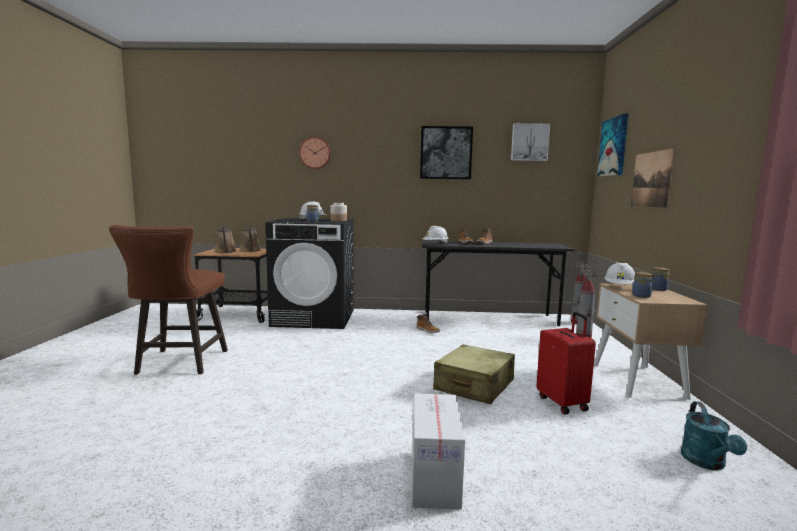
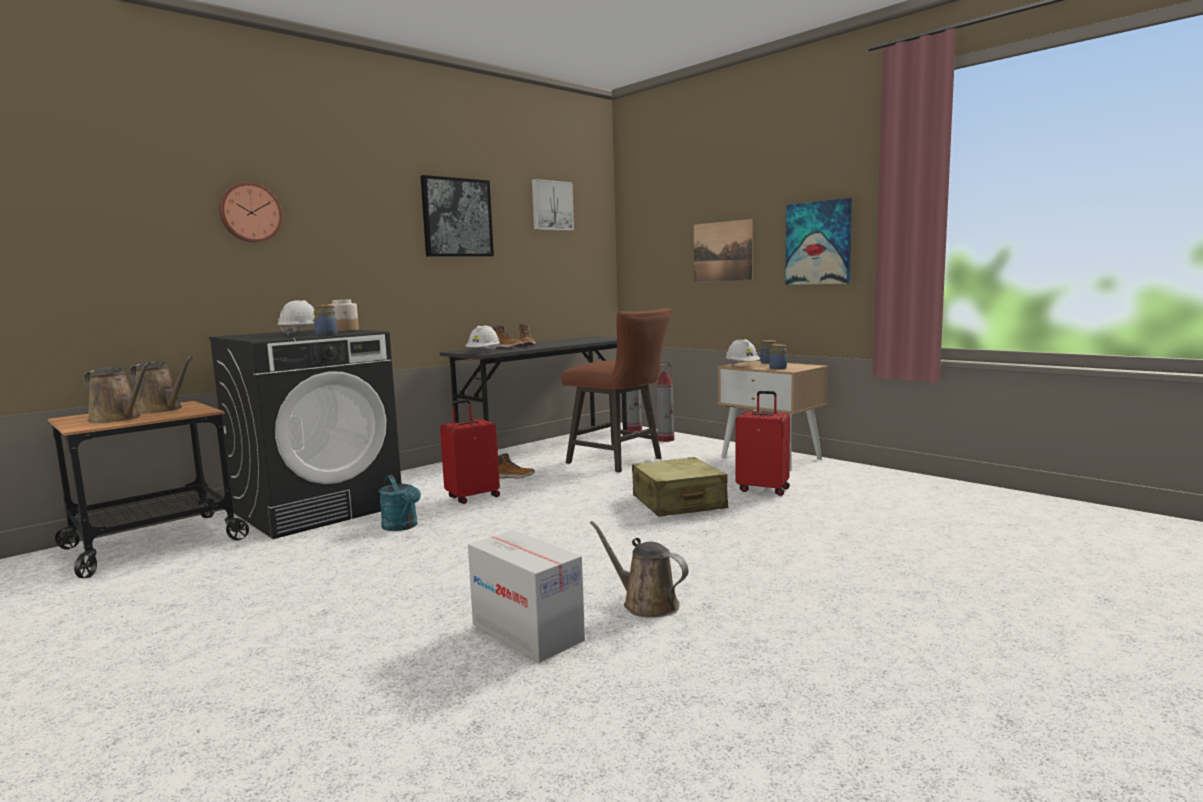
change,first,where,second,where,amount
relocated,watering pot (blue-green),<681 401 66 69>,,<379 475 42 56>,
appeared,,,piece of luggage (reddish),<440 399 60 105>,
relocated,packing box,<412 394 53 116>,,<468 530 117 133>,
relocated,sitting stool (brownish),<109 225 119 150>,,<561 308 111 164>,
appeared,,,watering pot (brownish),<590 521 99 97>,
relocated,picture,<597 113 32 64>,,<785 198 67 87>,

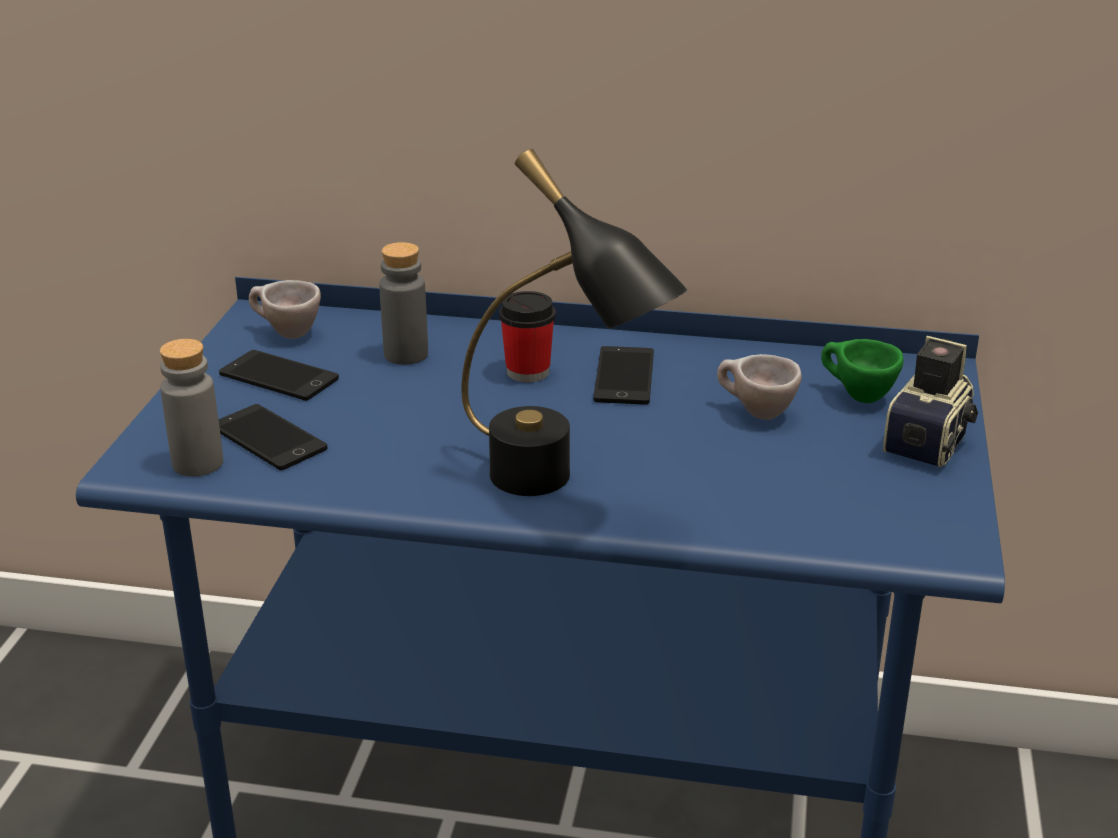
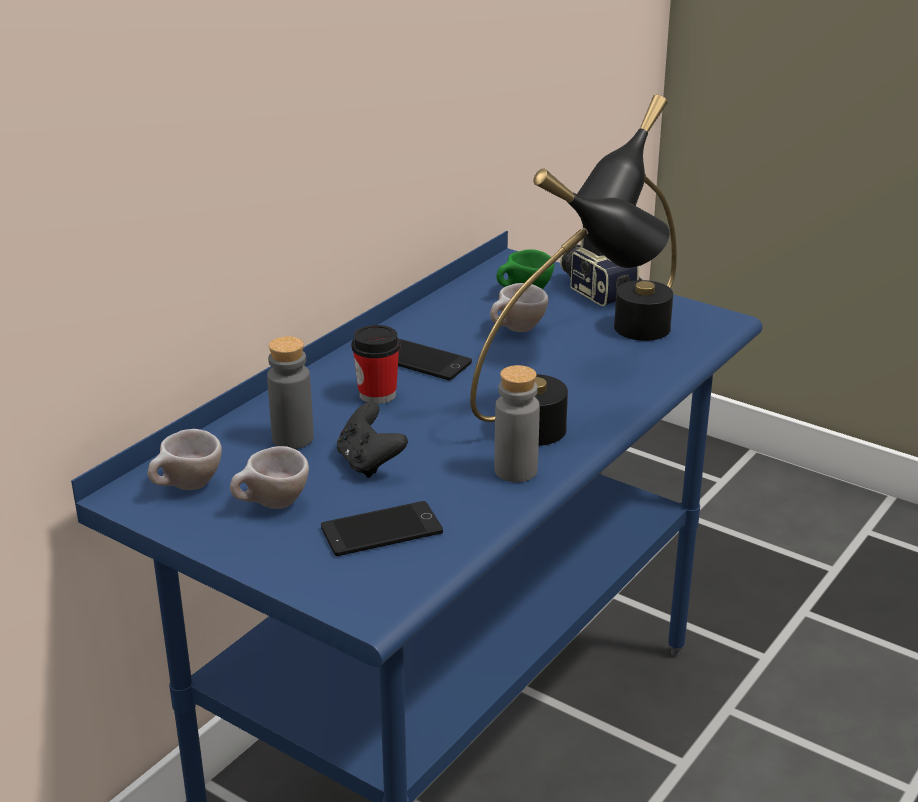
change,first,where,second,where,amount
exchanged,handset,<219 350 120 51>,drinking cup (beige),<230 446 79 63>,
appeared,,,joypad (black),<337 402 71 76>,
relocated,bottle (greyish),<160 339 63 137>,,<494 365 46 117>,
appeared,,,tabletop lamp (black),<577 95 100 246>,

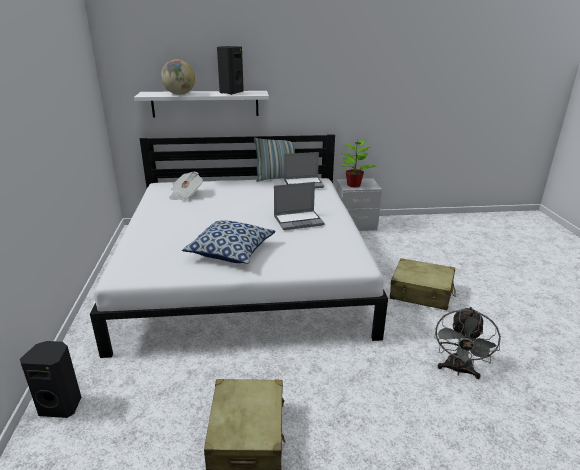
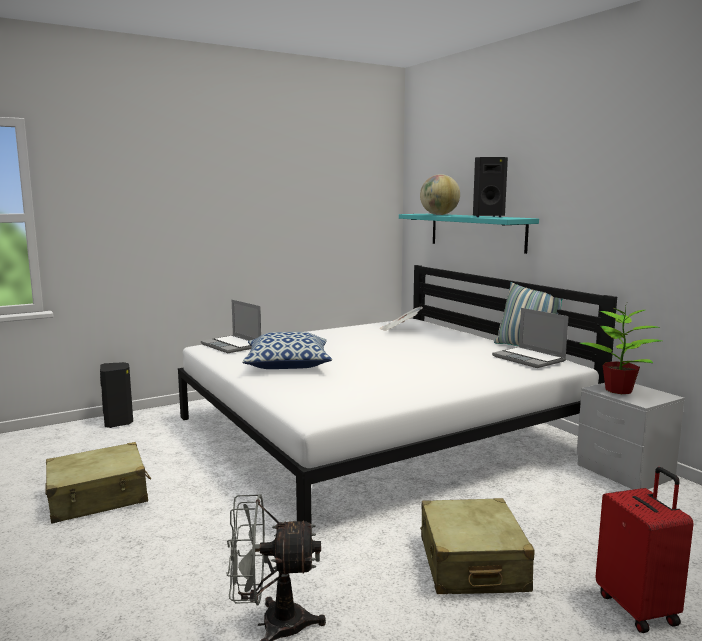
change,first,where,second,where,amount
relocated,laptop,<274 182 51 48>,,<201 300 60 53>,
colour,shelf (white),<134 91 135 26>,shelf (blue-green),<399 214 140 40>,
appeared,,,piece of luggage (reddish),<596 467 98 166>,

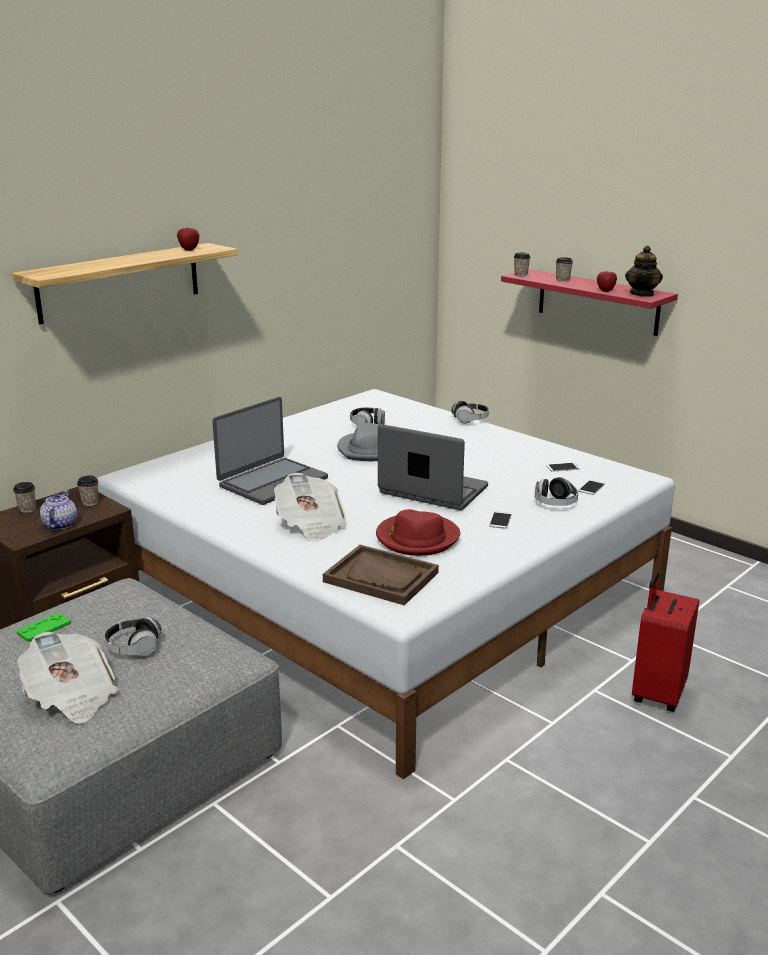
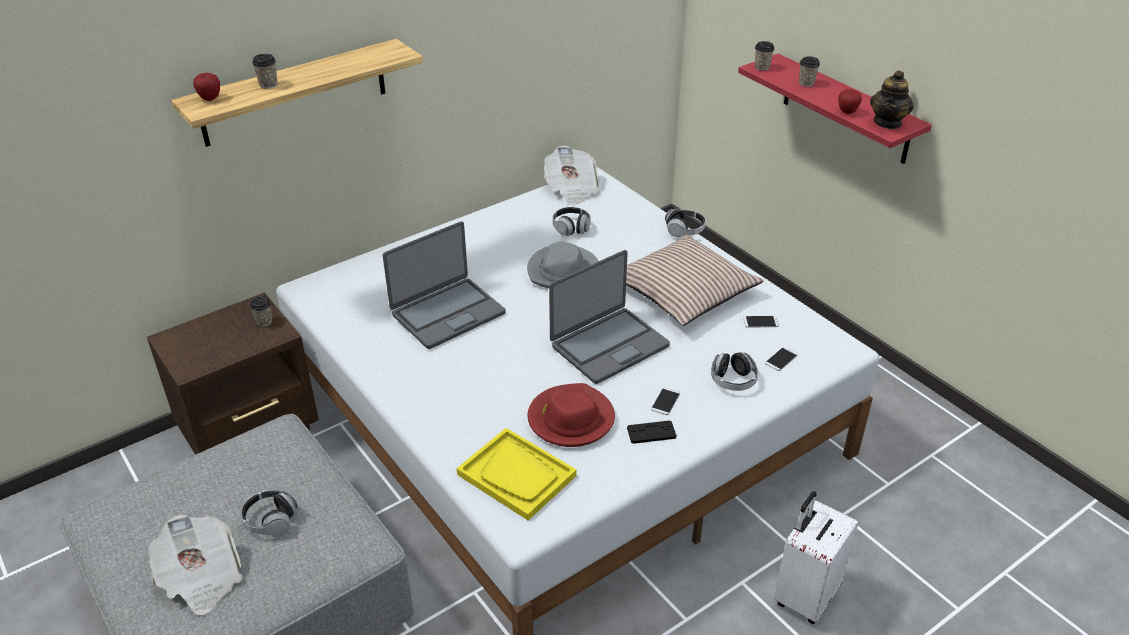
change,first,where,second,where,amount
relocated,apple fruit,<177 227 23 24>,,<193 73 27 28>,
relocated,drinking cup,<13 482 23 31>,,<252 54 25 35>,
colour,serving tray (brownish),<323 545 116 61>,serving tray (yellowish),<457 428 120 92>,
relocated,newspaper,<274 473 73 69>,,<544 145 56 61>,
spun,laptop,<378 424 110 86>,,<549 250 121 134>,105 degrees clockwise
appeared,,,pillow,<626 235 138 91>,
appeared,,,joypad (black),<627 420 49 24>,
colour,piece of luggage (reddish),<632 572 67 140>,piece of luggage (white),<774 491 85 133>,
missing,joypad (green),<17 613 54 29>,,,
missing,tea pot,<40 490 37 40>,,,

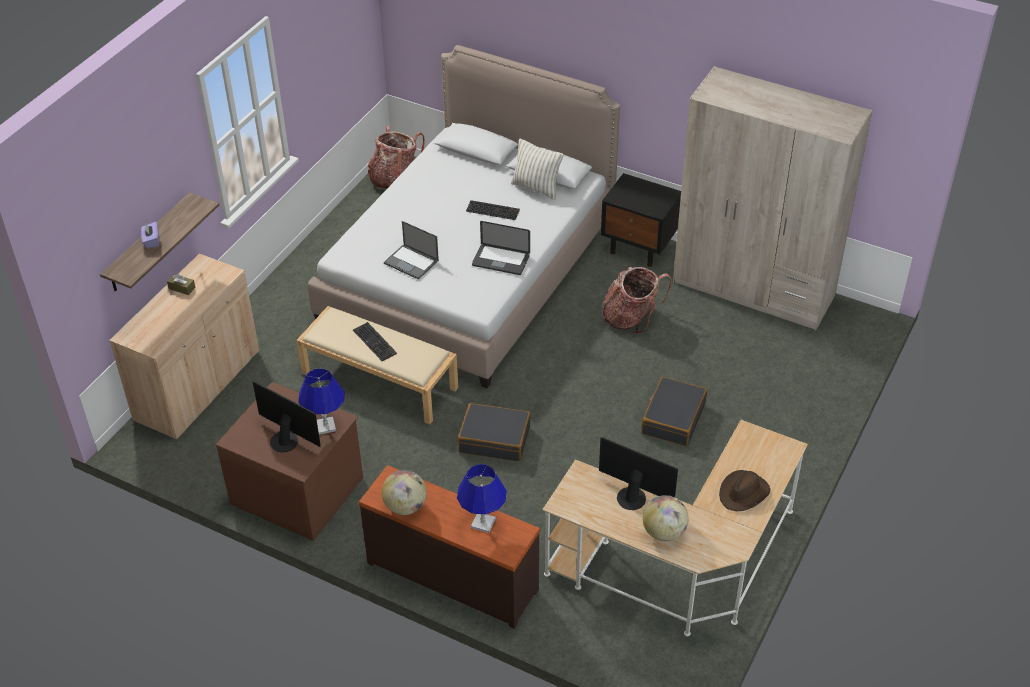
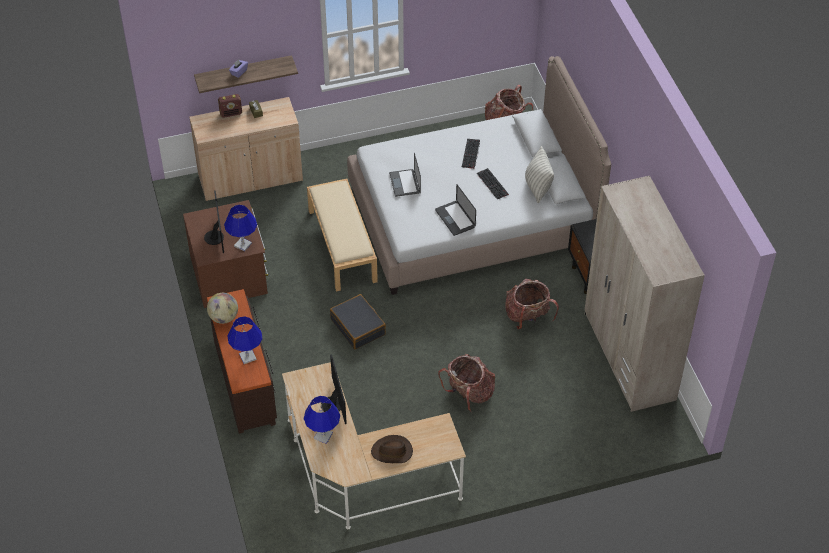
change,first,where,second,where,amount
appeared,,,radio receiver,<218 94 24 24>,
exchanged,world globe,<643 495 46 46>,tabletop lamp (blue),<304 396 36 48>,
exchanged,piece of luggage (black),<641 377 66 69>,rucksack,<438 354 57 58>,
relocated,computer keyboard,<353 322 44 39>,,<462 139 18 30>,

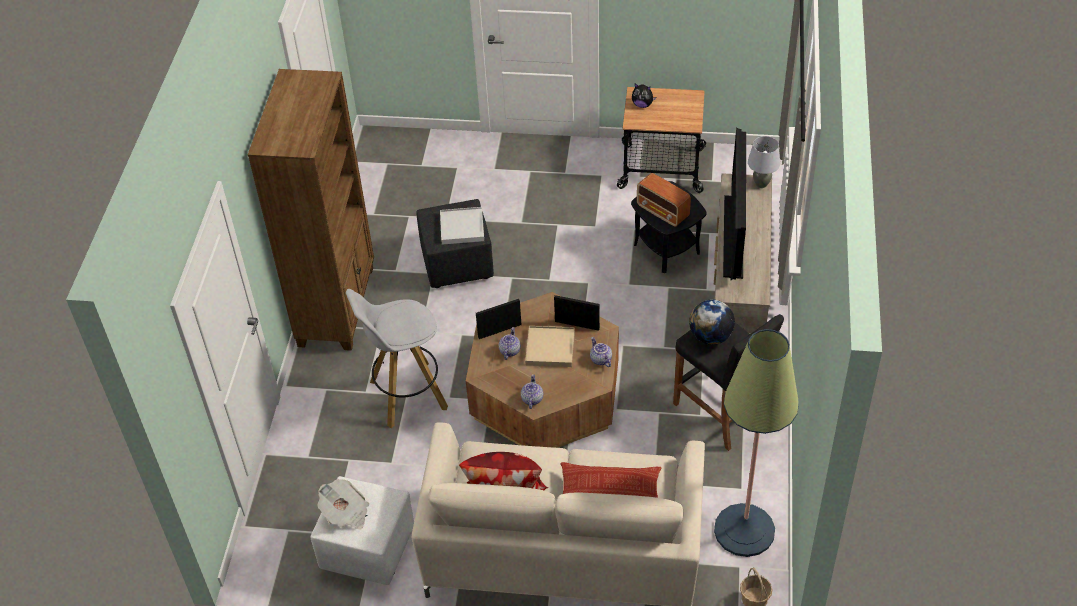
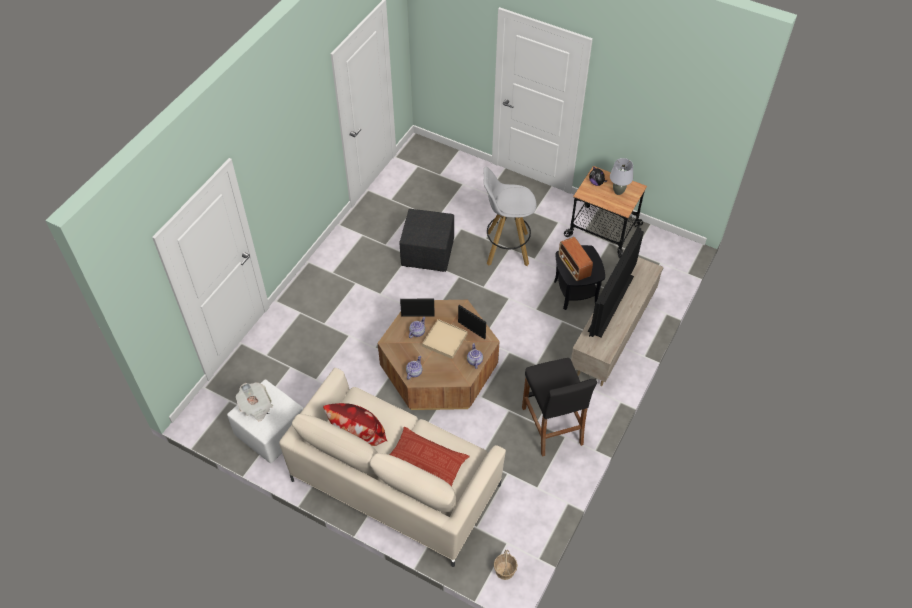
change,first,where,second,where,amount
relocated,sitting stool (white),<346 289 102 139>,,<483 167 54 99>,
relocated,tabletop lamp (greyish),<748 136 32 52>,,<610 158 23 37>,
missing,shelving unit (brownish),<248 69 126 282>,,,
missing,serving tray (white),<440 207 44 38>,,,
missing,world globe,<689 299 46 46>,,,
missing,floor lamp,<714 329 85 228>,,,

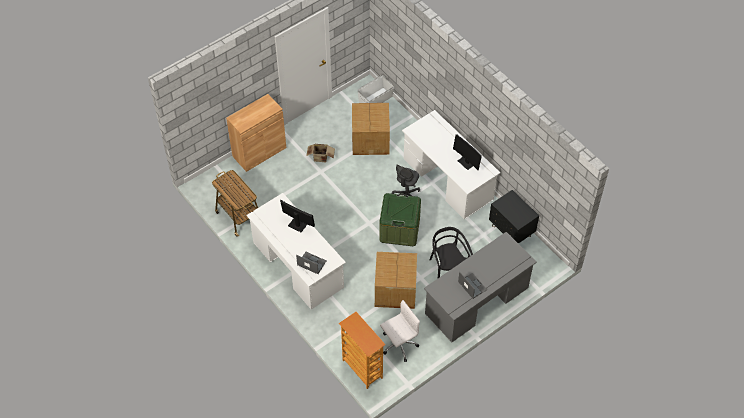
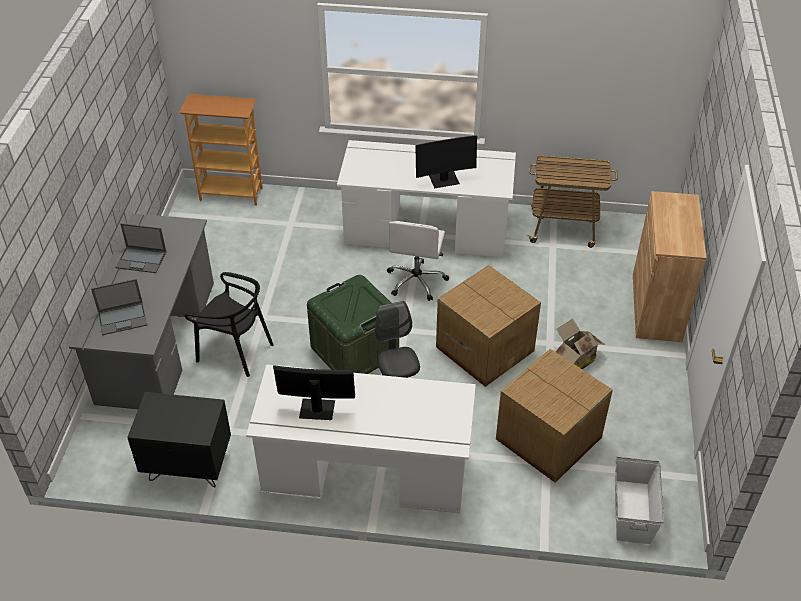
change,first,where,second,where,amount
relocated,laptop,<296 252 31 22>,,<91 279 56 56>,
relocated,computer chair (white),<380 300 40 62>,,<387 221 62 80>,
relocated,packing box,<375 252 42 57>,,<436 265 105 122>,

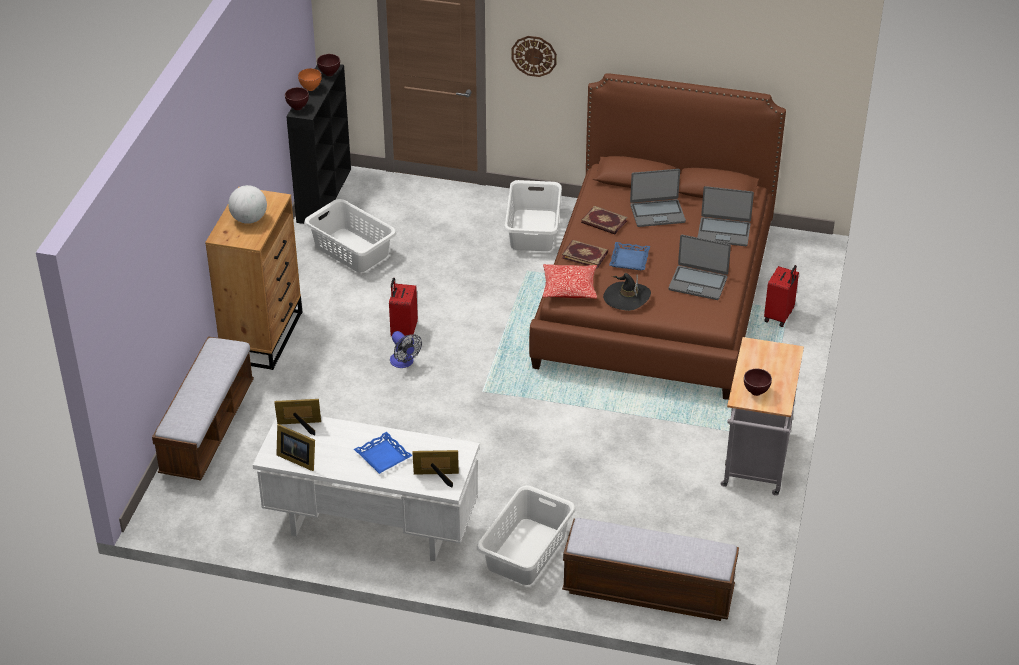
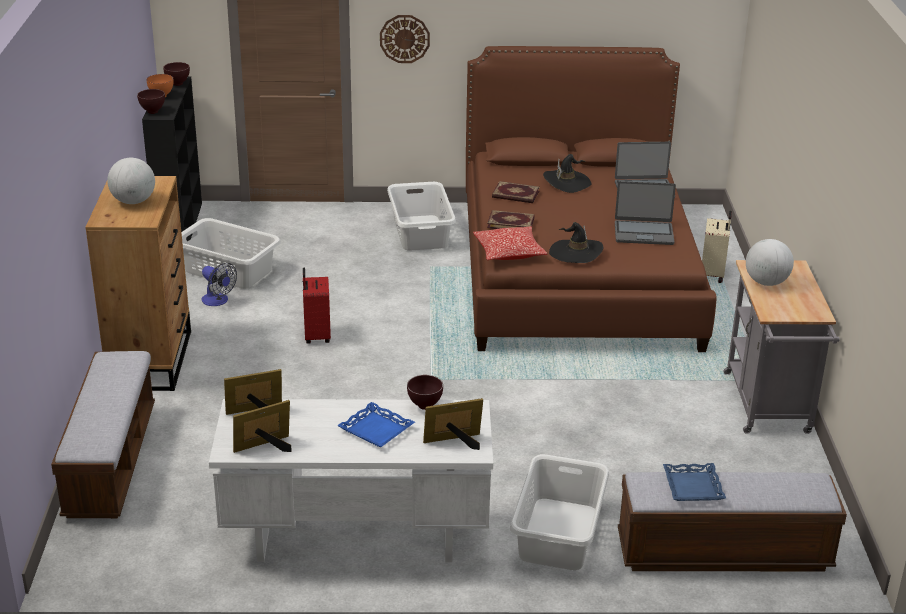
change,first,where,second,where,amount
relocated,fan,<390 331 32 37>,,<202 263 35 43>,
spun,picture frame,<276 424 39 47>,,<233 400 59 53>,135 degrees clockwise
relocated,deep dish (brownish),<744 369 28 27>,,<407 375 36 35>,
exchanged,laptop,<630 169 56 58>,hat (black),<543 154 48 39>,
relocated,serving tray (blue),<609 242 41 28>,,<663 463 63 38>,
colour,piece of luggage (reddish),<764 265 35 62>,piece of luggage (beige),<702 211 30 72>,
appeared,,,world globe,<746 239 48 47>,

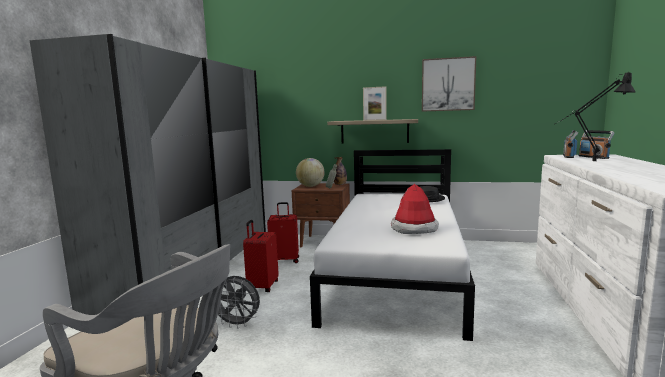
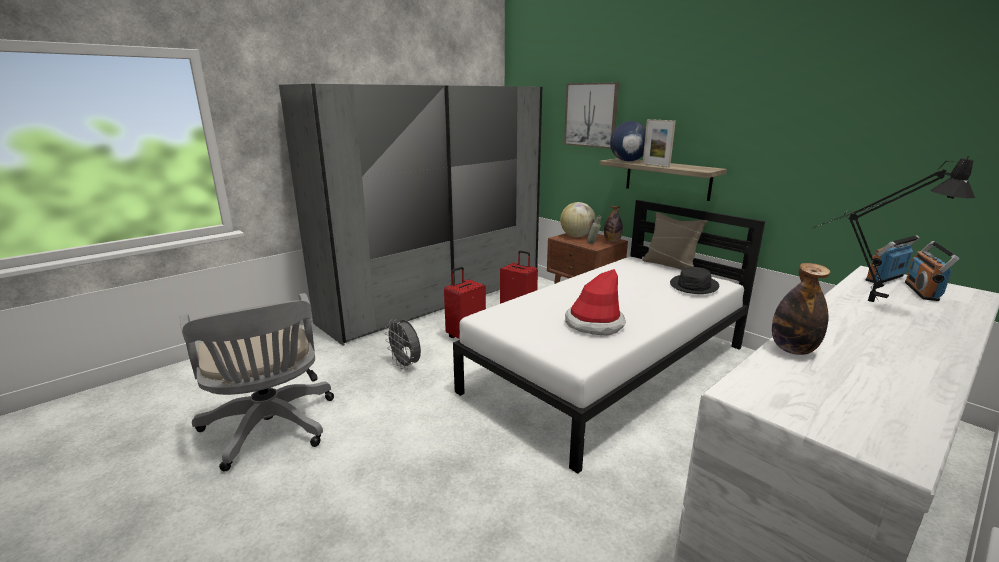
change,first,where,second,where,amount
relocated,picture,<422 56 54 56>,,<564 83 55 66>,
appeared,,,world globe,<610 121 36 40>,
appeared,,,pillow (beige),<643 212 64 58>,
appeared,,,bottle,<772 263 58 92>,

